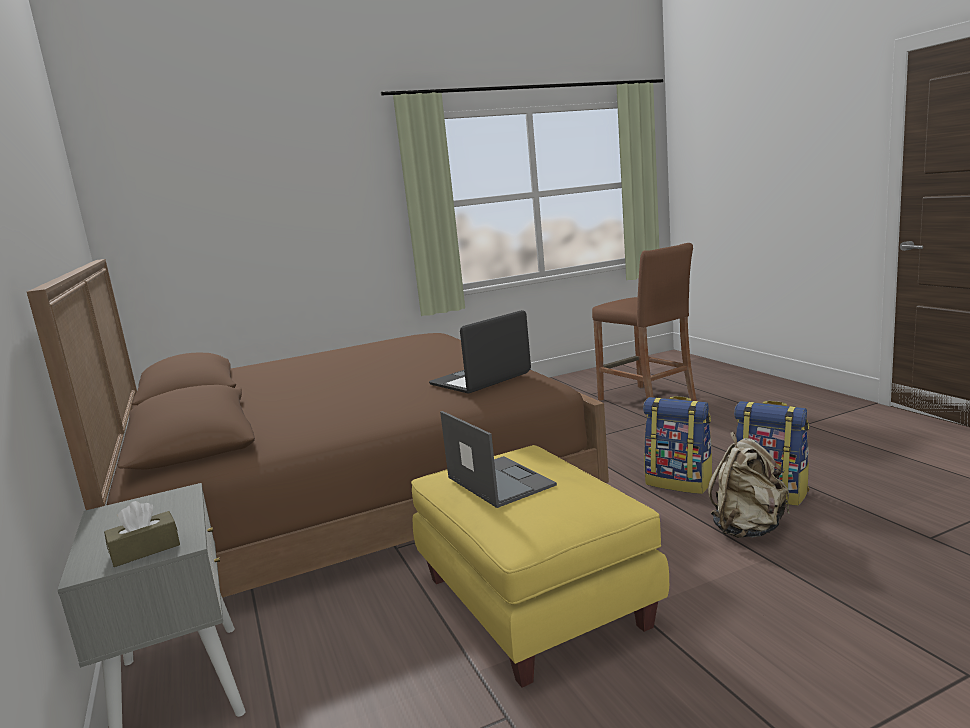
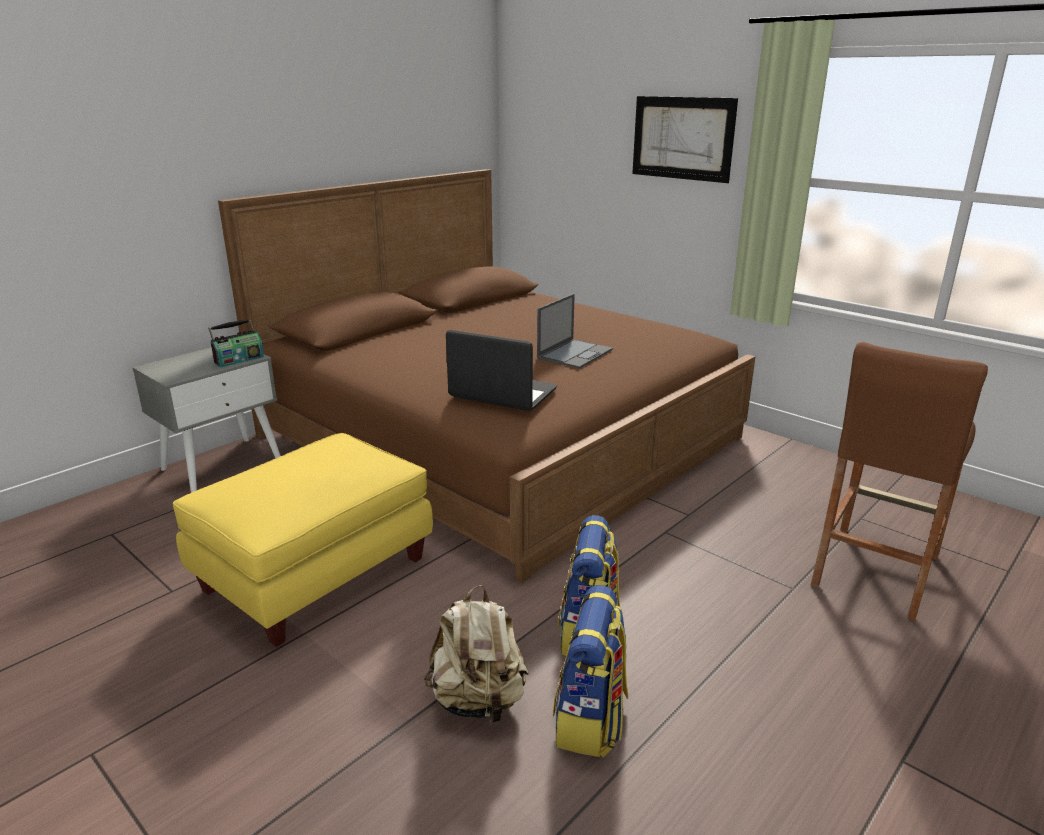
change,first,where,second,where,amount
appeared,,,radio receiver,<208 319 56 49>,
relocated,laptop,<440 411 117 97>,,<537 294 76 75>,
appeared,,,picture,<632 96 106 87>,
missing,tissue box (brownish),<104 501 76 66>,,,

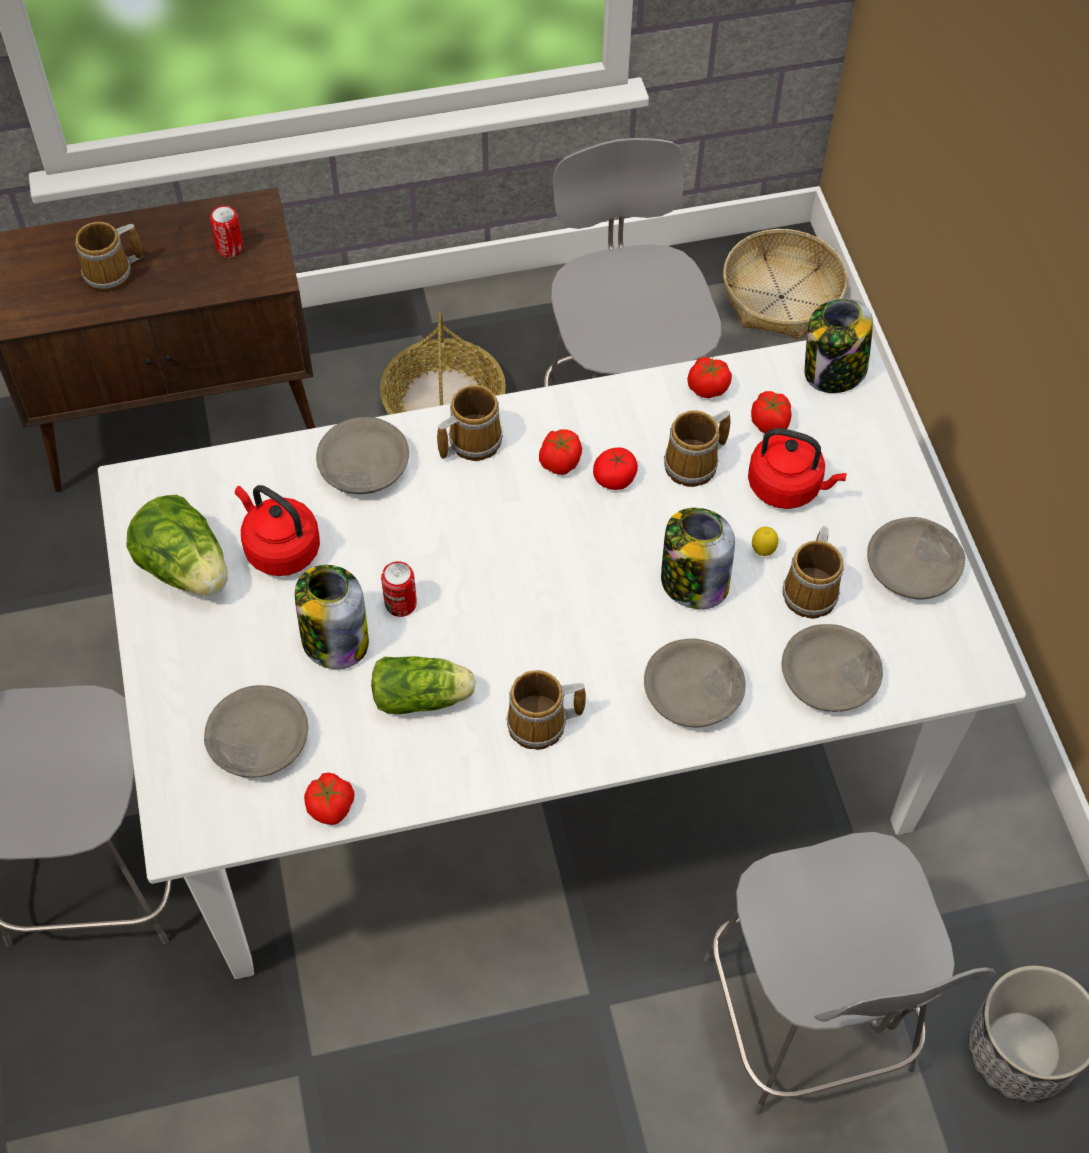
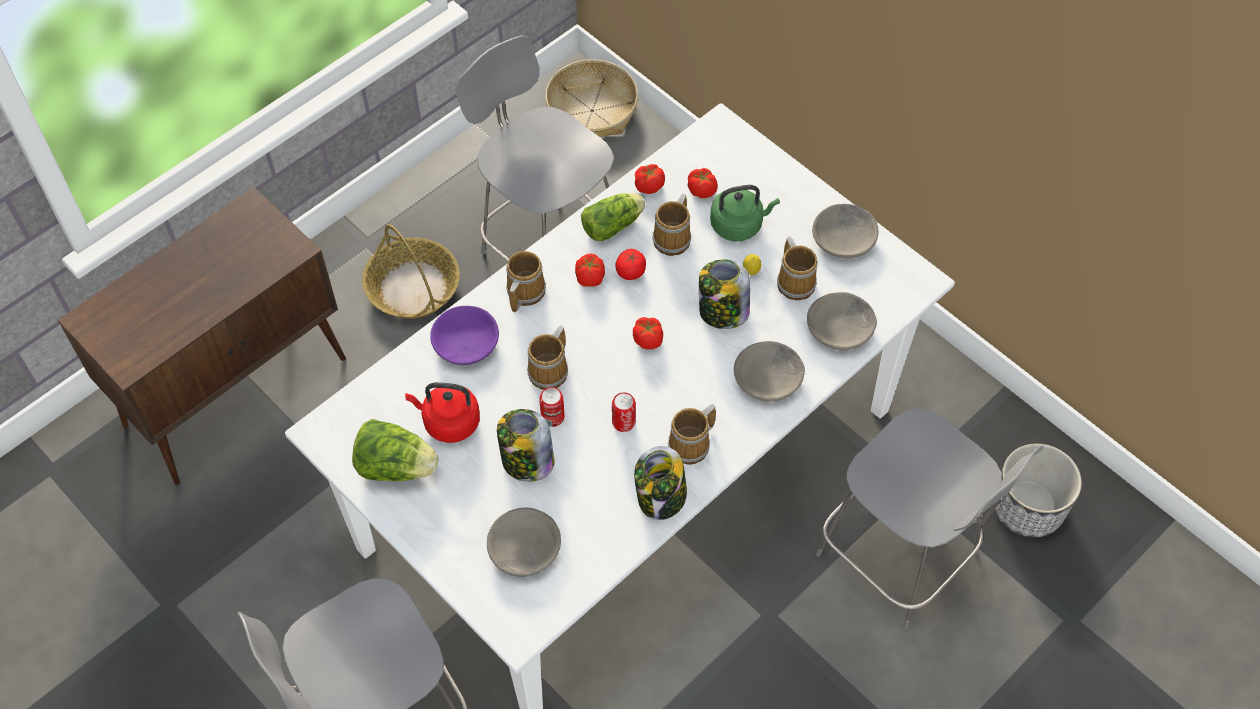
change,first,where,second,where,amount
colour,deep dish (greyish),<316 417 93 77>,deep dish (purple),<430 306 69 59>,
relocated,tea mug,<75 222 68 71>,,<527 326 41 64>,
relocated,lettuce,<371 656 105 58>,,<581 193 64 48>,
relocated,metal can,<210 206 33 52>,,<612 392 24 40>,
relocated,fresh tomato,<304 772 50 53>,,<633 317 30 32>,
relocated,jar,<805 298 68 95>,,<634 446 53 74>,
colour,water kettle (reddish),<748 428 99 81>,water kettle (green),<710 185 70 56>,

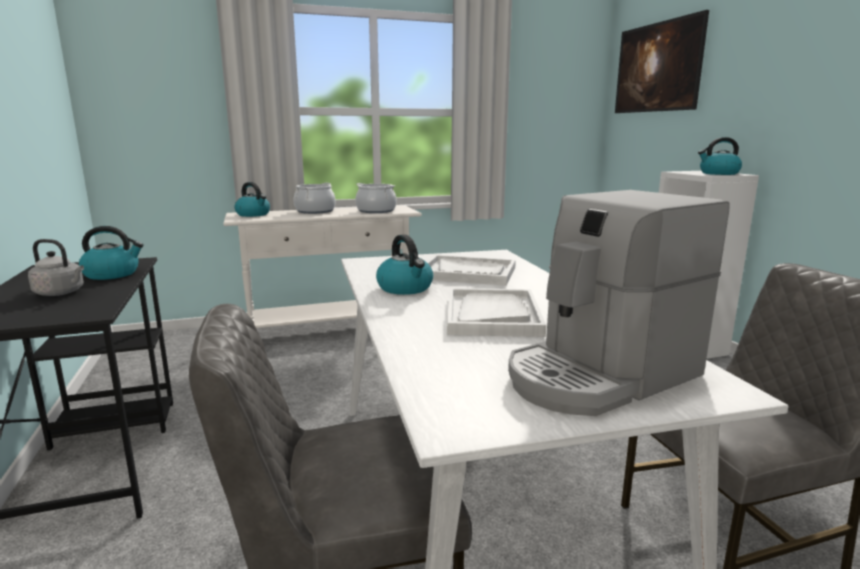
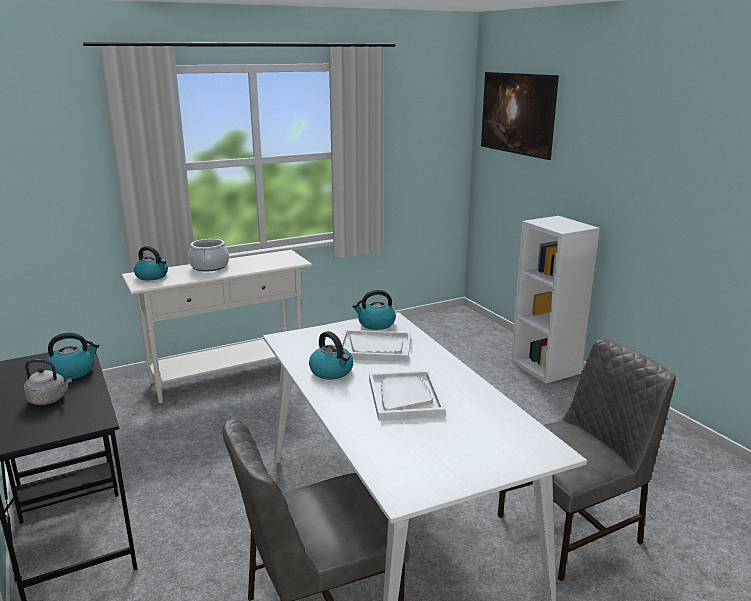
change,first,where,second,where,amount
relocated,water kettle,<698 137 44 38>,,<352 290 44 40>,
missing,cooking pot,<355 183 42 30>,,,
missing,coffee brewer,<508 190 222 226>,,,

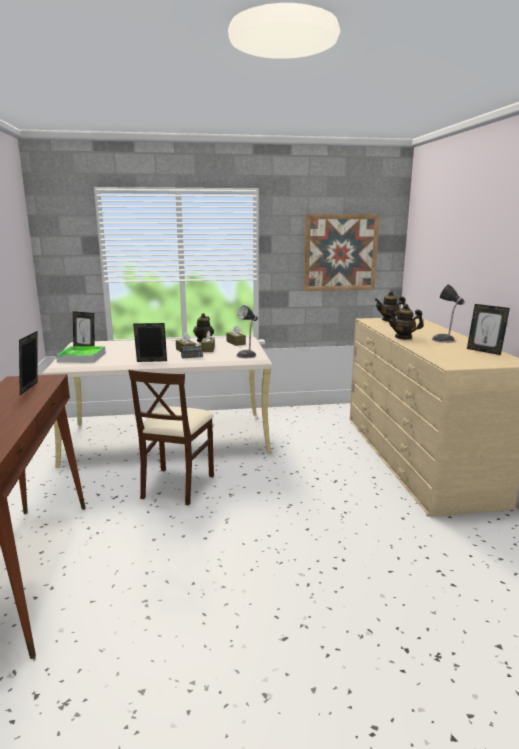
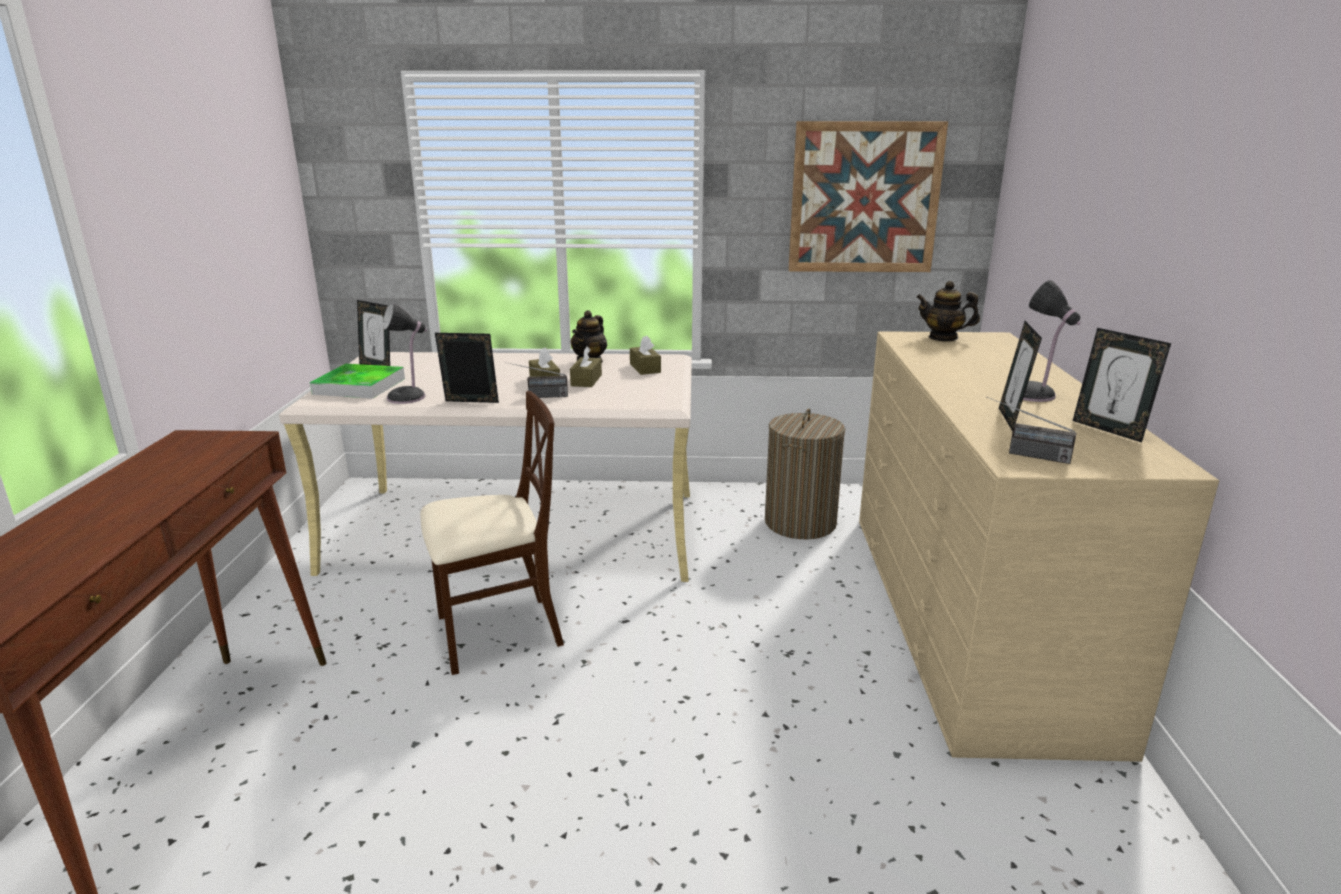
change,first,where,second,where,amount
relocated,tabletop lamp,<237 305 21 53>,,<383 303 44 101>,
spun,chair (beige),<128 369 86 136>,,<420 391 144 284>,135 degrees counterclockwise
appeared,,,hamper,<765 409 80 130>,
appeared,,,radio receiver,<986 396 90 68>,
relocated,picture frame,<19 331 19 64>,,<999 321 43 110>,
missing,tea pot,<387 304 36 35>,,,

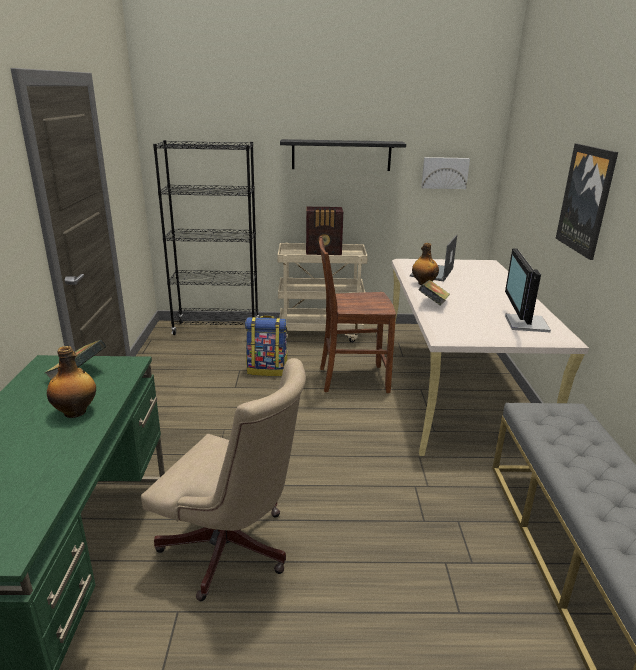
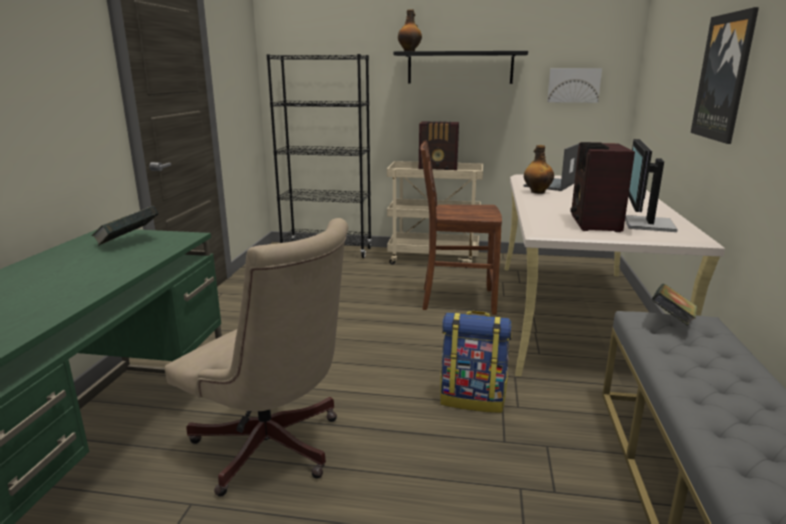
change,first,where,second,where,amount
relocated,bottle,<47 346 49 72>,,<398 9 24 42>,
relocated,rucksack,<245 316 43 60>,,<441 311 70 102>,
appeared,,,radio receiver,<570 142 65 90>,
relocated,volume,<419 280 31 26>,,<652 284 45 42>,

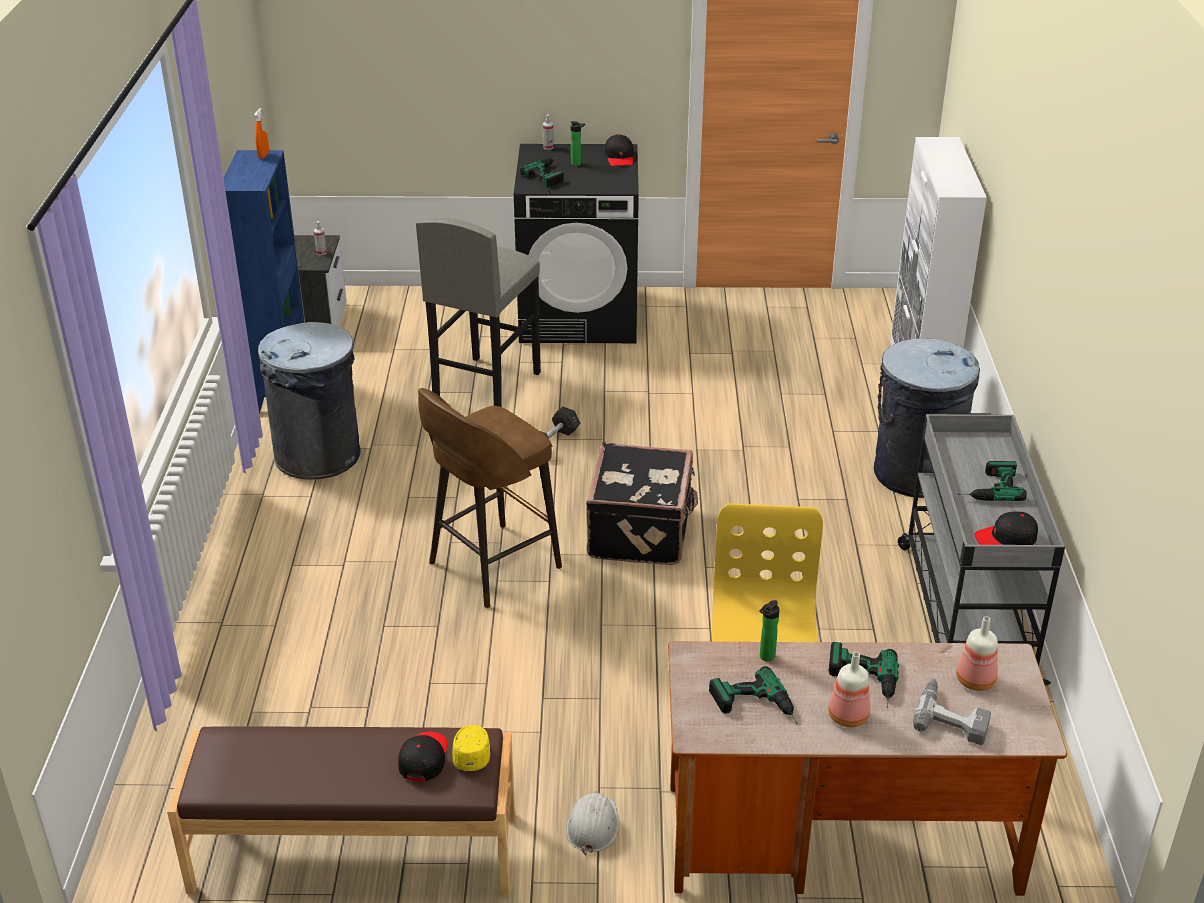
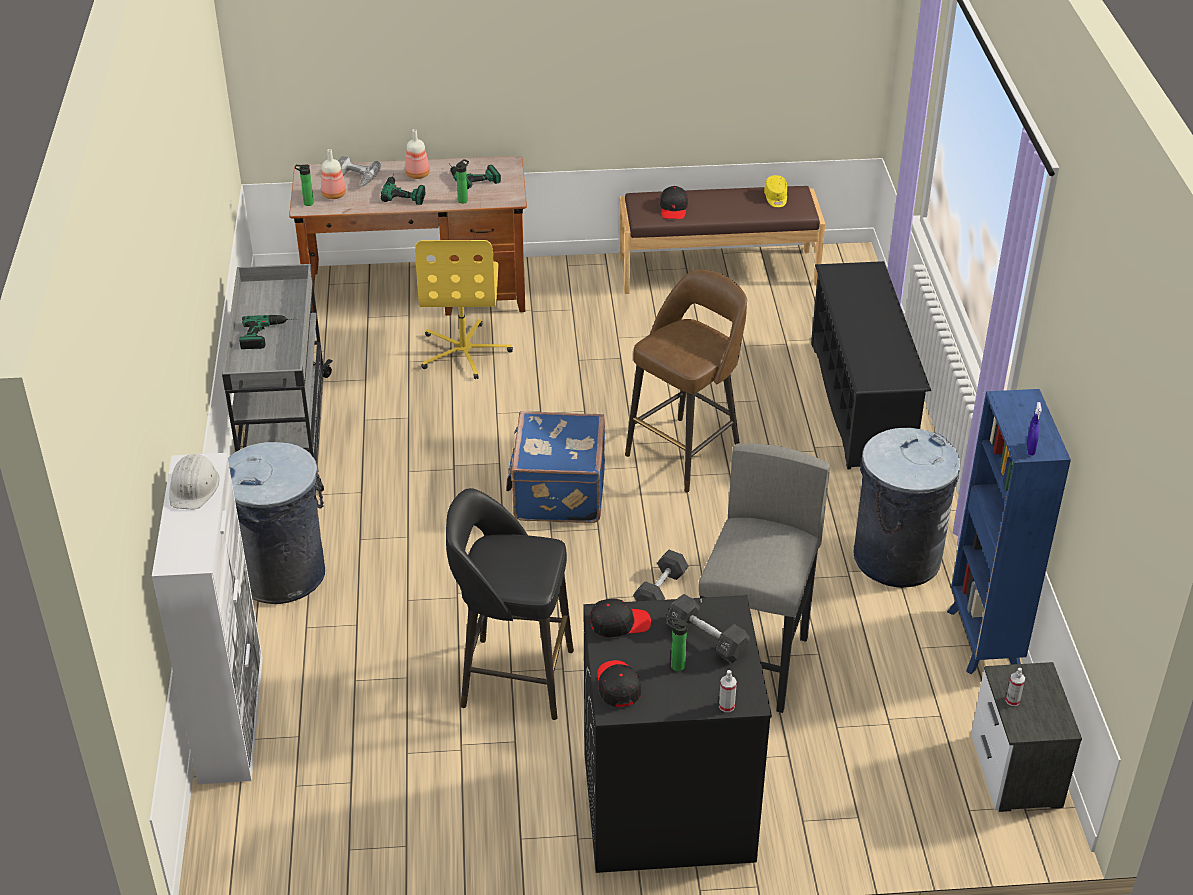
change,first,where,second,where,amount
relocated,hard hat (white),<566 791 53 64>,,<169 454 51 55>,
appeared,,,bottle,<295 164 19 42>,
appeared,,,sitting stool (black),<446 488 128 232>,
colour,piece of luggage (black),<586 442 112 123>,piece of luggage (blue),<506 411 99 112>,
relocated,baseball cap (black),<975 511 63 34>,,<590 599 61 38>,
exchanged,power drill,<520 157 44 31>,hand weight (black),<666 594 84 69>,
relocated,baseball cap (yellowish),<452 725 38 46>,,<764 175 23 32>,
appeared,,,shoe shelf (black),<811 261 120 208>,
colour,spray bottle (orange-coloured),<254 108 15 51>,spray bottle (blue),<1027 402 15 54>,

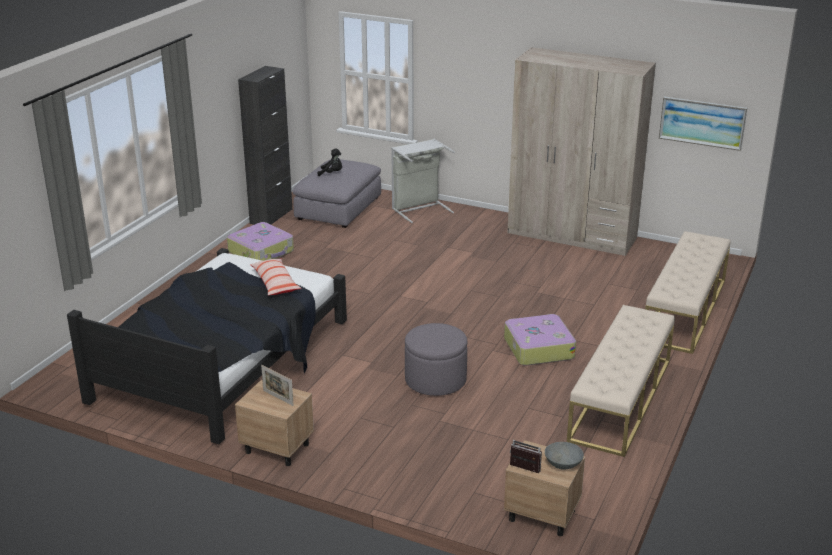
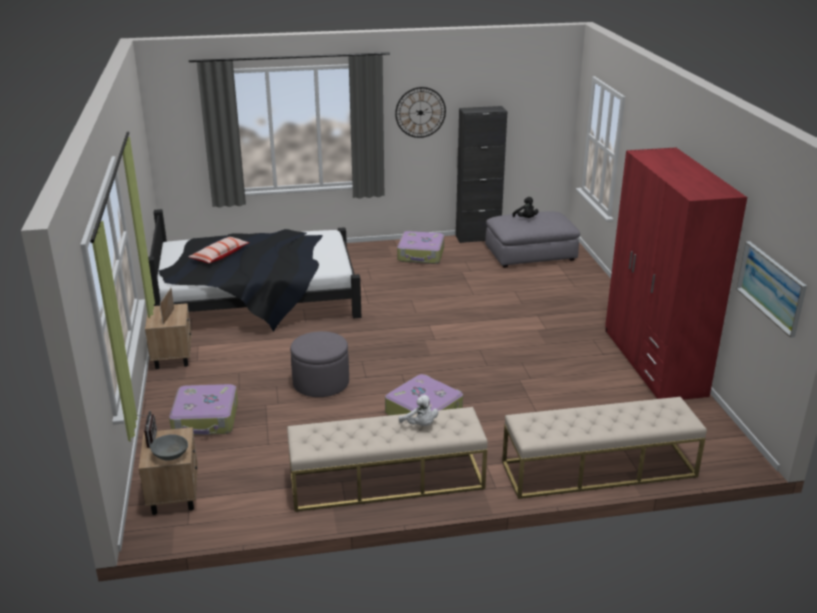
change,first,where,second,where,amount
appeared,,,piece of luggage,<169 384 69 51>,
relocated,pillow,<250 258 51 37>,,<188 237 61 26>,
appeared,,,wall clock,<395 87 51 51>,
appeared,,,plush toy (white),<399 395 39 31>,
colour,clothes cupboard (beige),<507 47 149 209>,clothes cupboard (reddish),<605 147 142 253>,
missing,hamper (greyish),<391 139 64 84>,,,

